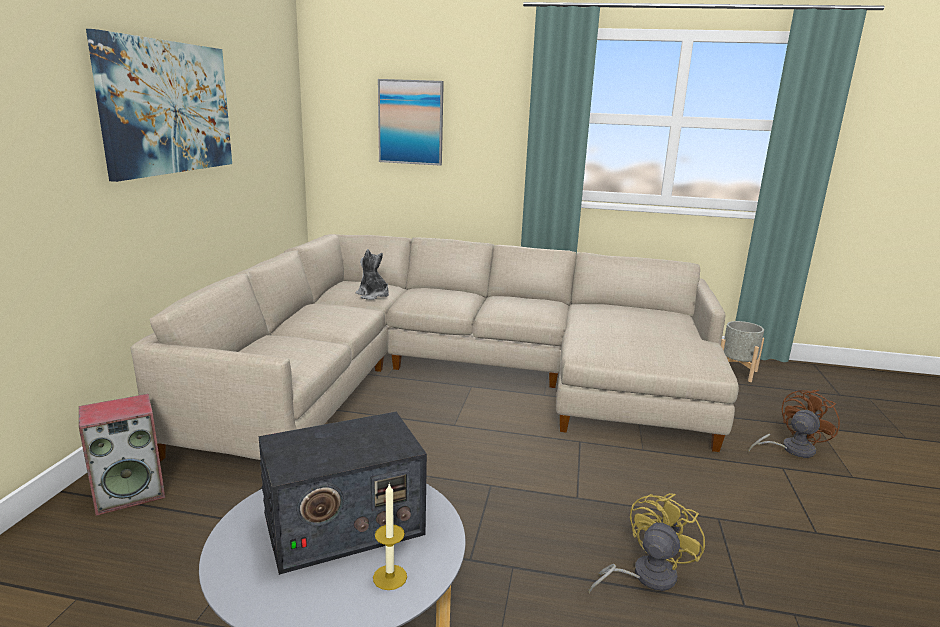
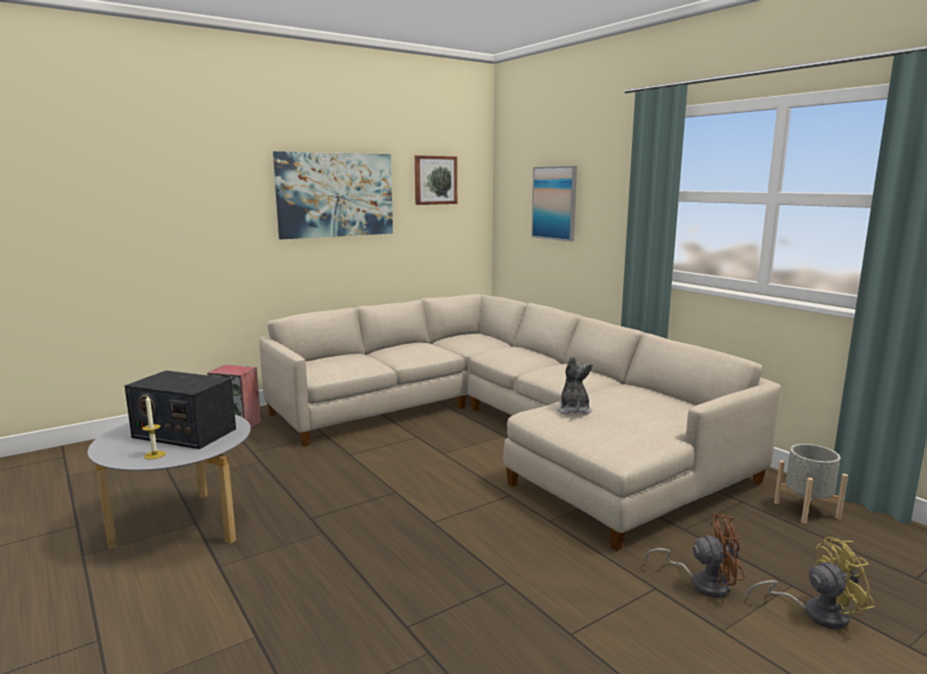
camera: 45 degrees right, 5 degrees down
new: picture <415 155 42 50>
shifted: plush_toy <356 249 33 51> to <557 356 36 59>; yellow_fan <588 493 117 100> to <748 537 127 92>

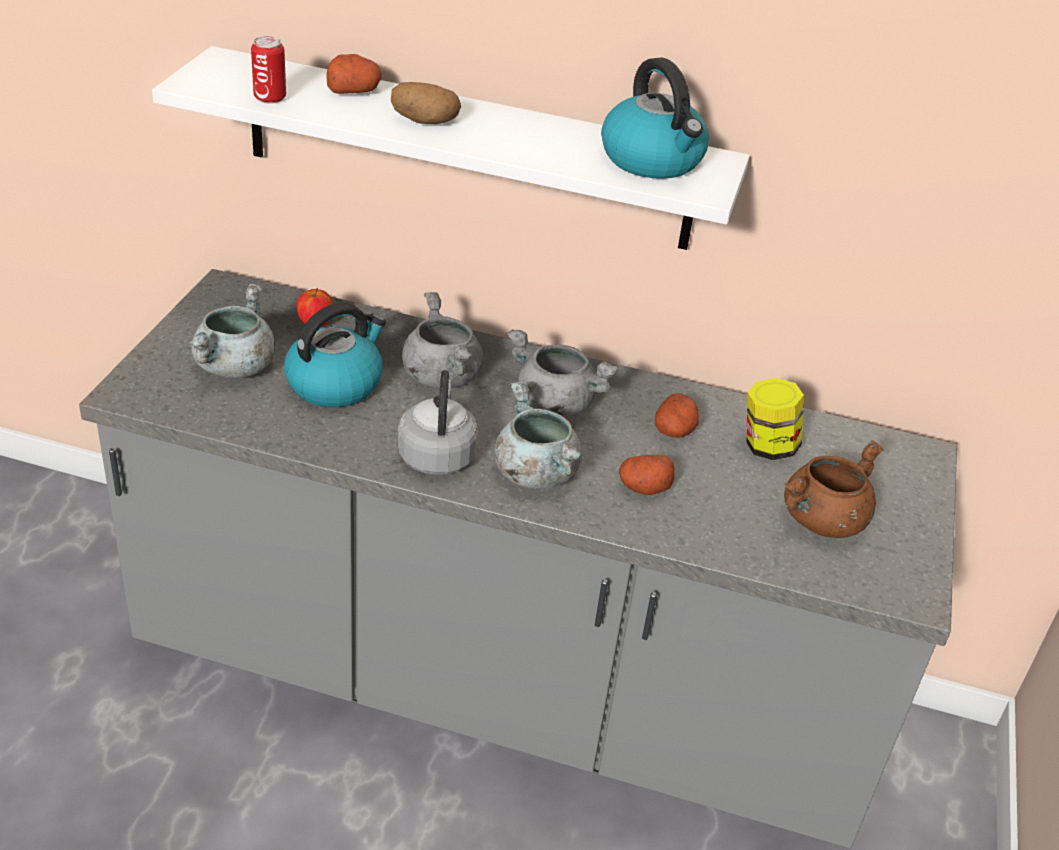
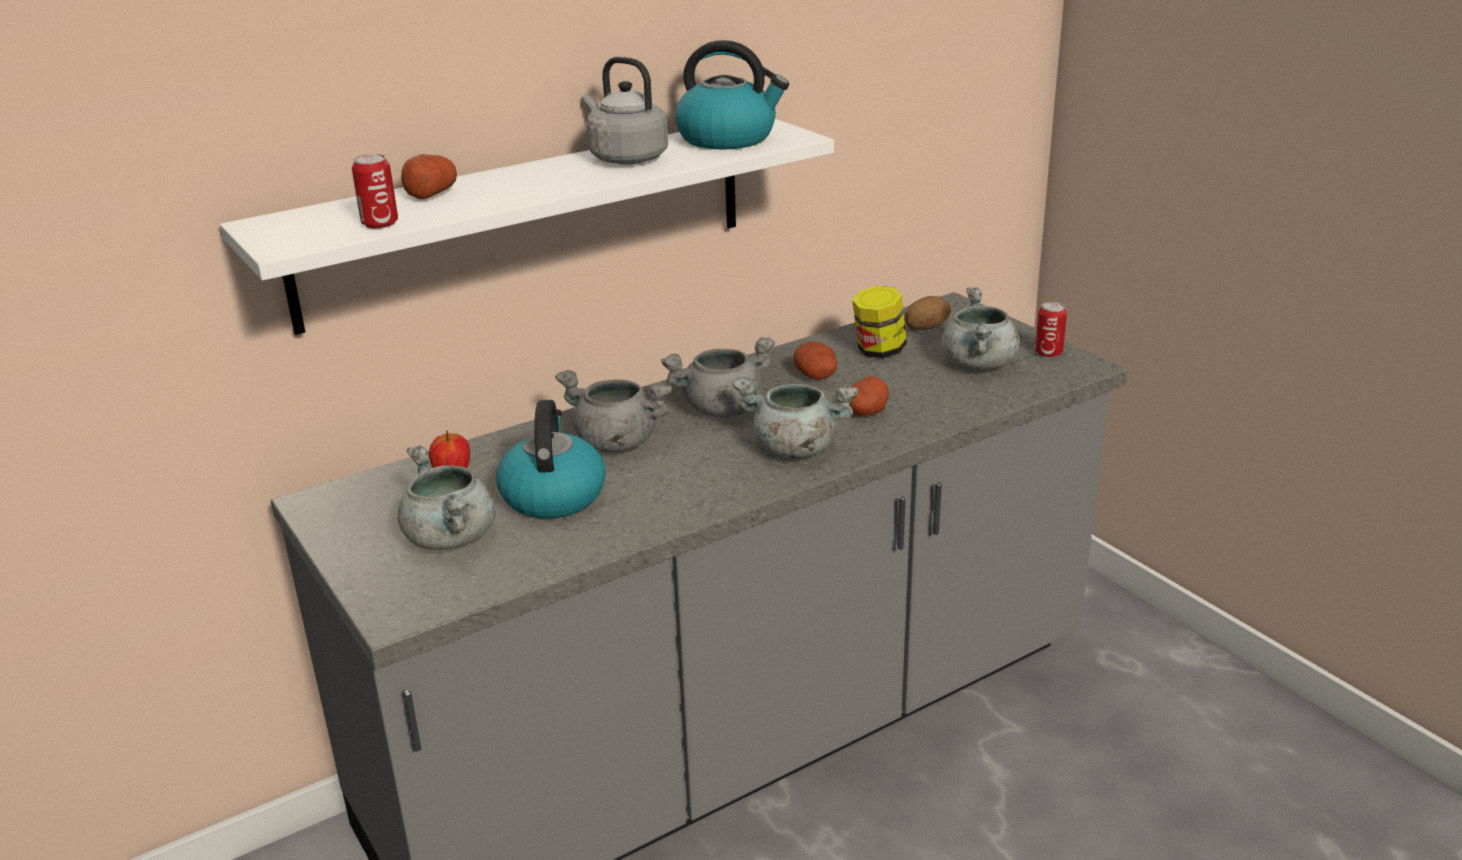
camera: 45 degrees left, 10 degrees down
new: can <1035 302 32 56>
shifted: potato <391 82 70 42> to <905 296 46 34>; grey_kettle <398 370 80 105> to <583 57 85 108>
repainted: brown_cooking_pot <784 440 99 98> to grey_cooking_pot <942 287 78 82>

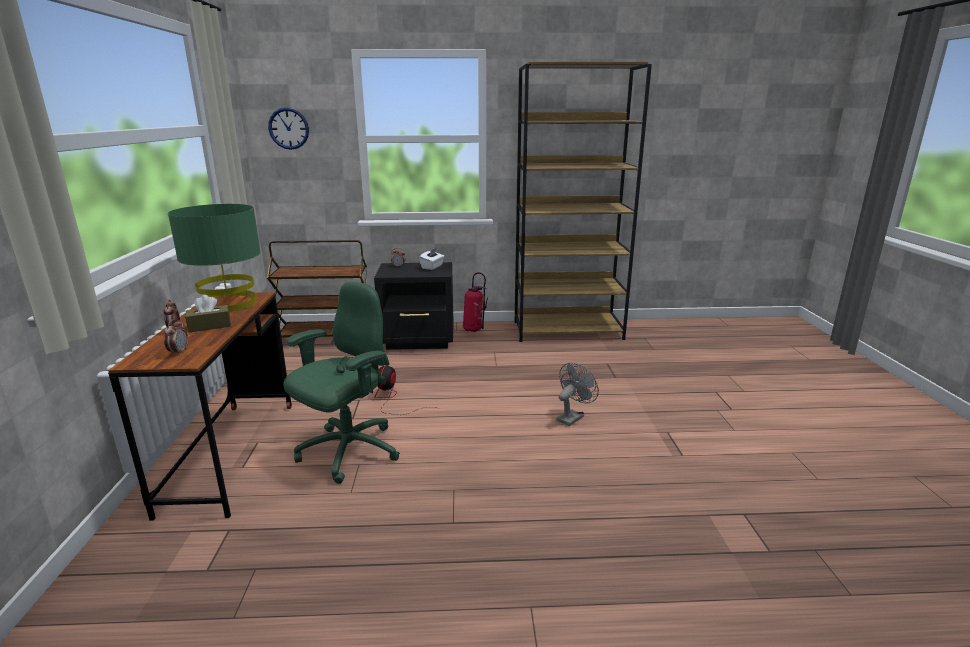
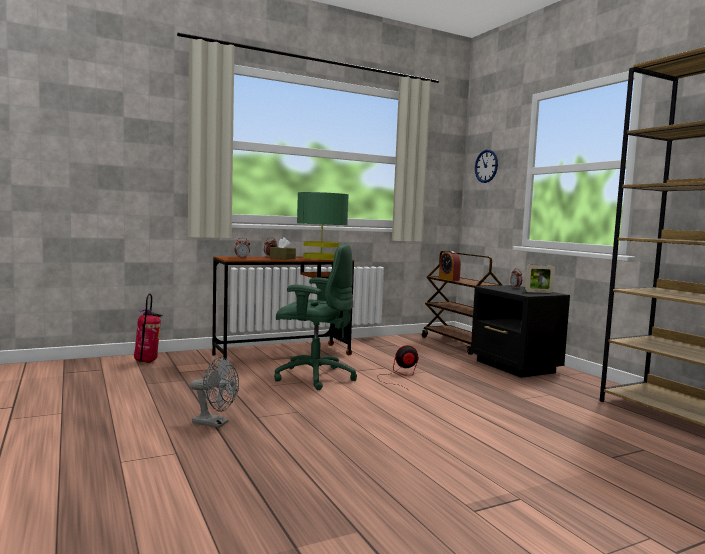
camera: 65 degrees right, 15 degrees down
new: alarm_clock <439 251 22 30>
shifted: fire_extinguisher <463 272 25 60> to <134 293 29 70>; grey_fan <557 363 42 63> to <190 357 49 71>
swapped: white_tissue_box <419 248 25 22> to picture_frame <525 265 30 28>

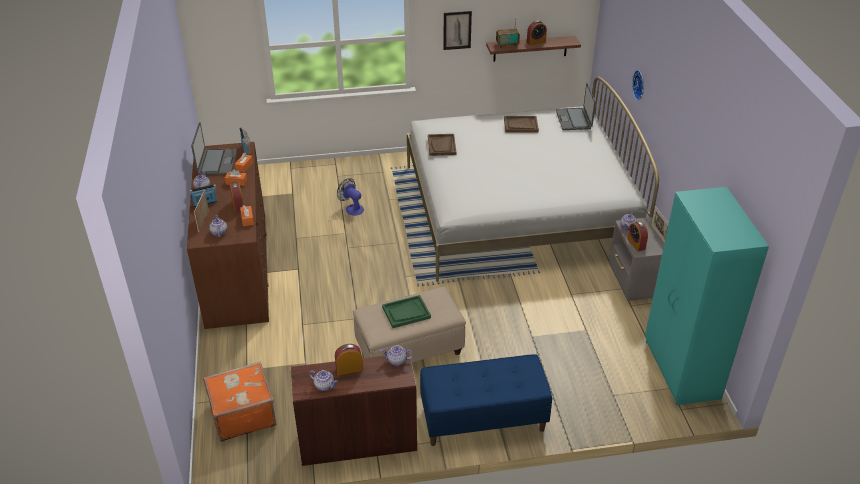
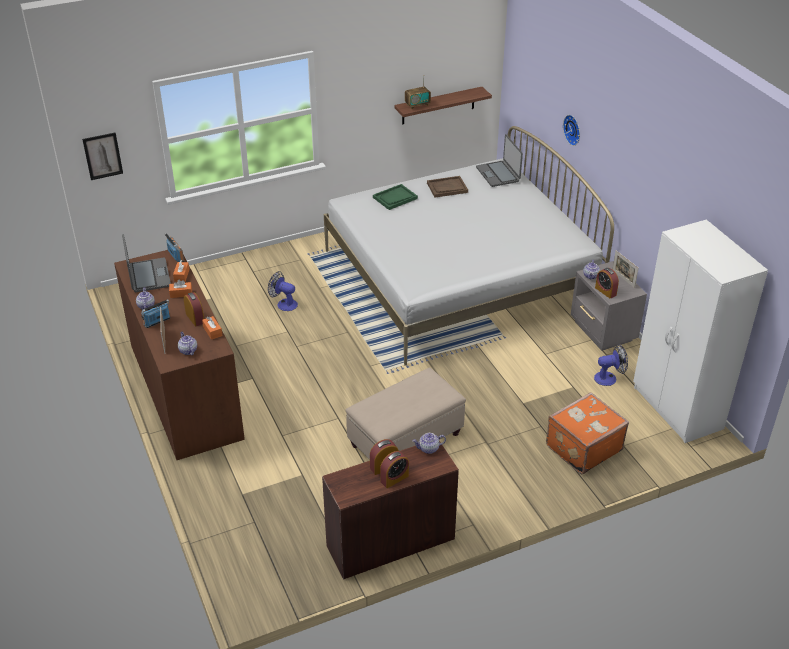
camera: 15 degrees left, 0 degrees up
gone: teapot <309 370 29 21>; blue_bench <420 354 132 92>; brown_tray <428 134 28 22>
new: fan <594 345 34 41>
shifted: orange_suitcase <203 361 74 81> to <546 392 83 82>; green_tray <382 295 49 33> to <373 184 45 26>; picture <443 11 29 39> to <82 133 41 47>; alarm_clock <527 20 20 25> to <380 451 29 37>
repainted: turquoise_wardrobe <645 187 124 218> to white_wardrobe <633 219 135 224>

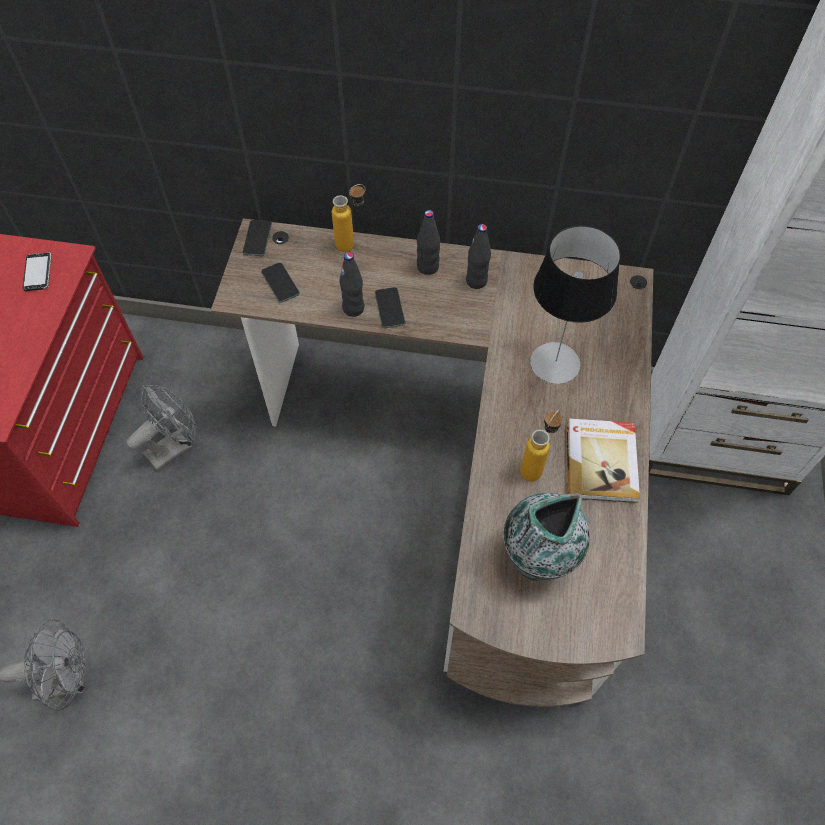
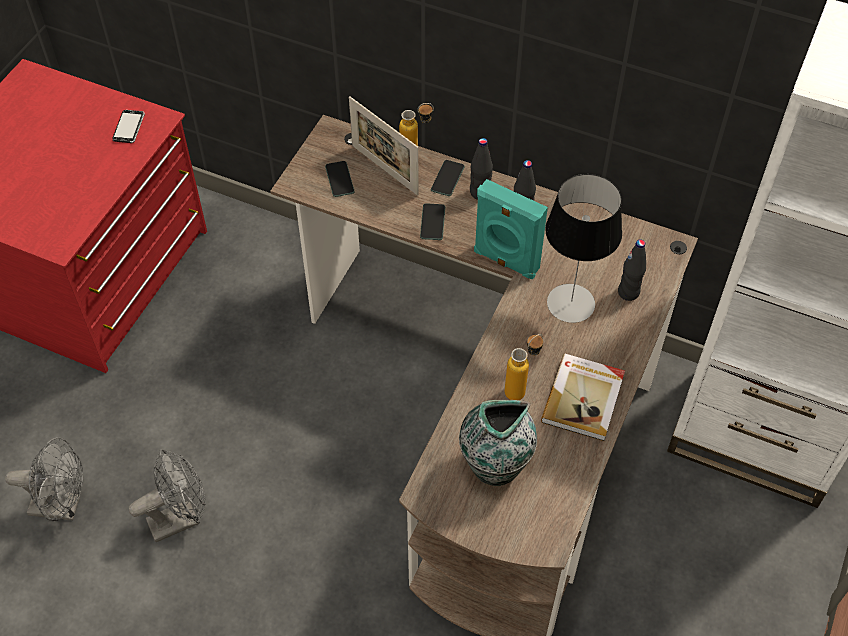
camera: 15 degrees right, 5 degrees down
new: picture_frame <349 97 70 98>; turquoise_speaker <474 179 74 101>
shifted: grey_fan <126 384 70 87> to <129 449 77 93>; phone <242 220 30 36> to <431 160 34 36>; black_bottle <339 252 25 65> to <618 239 28 62>

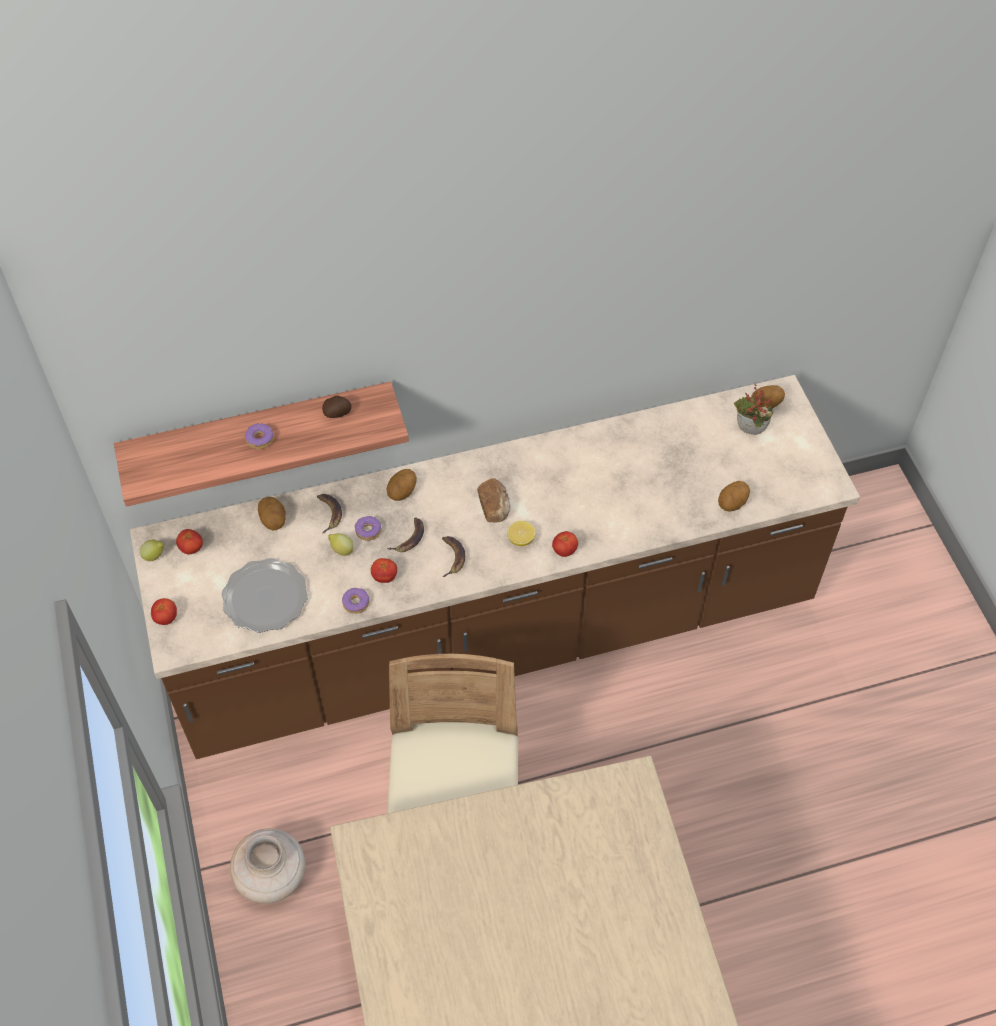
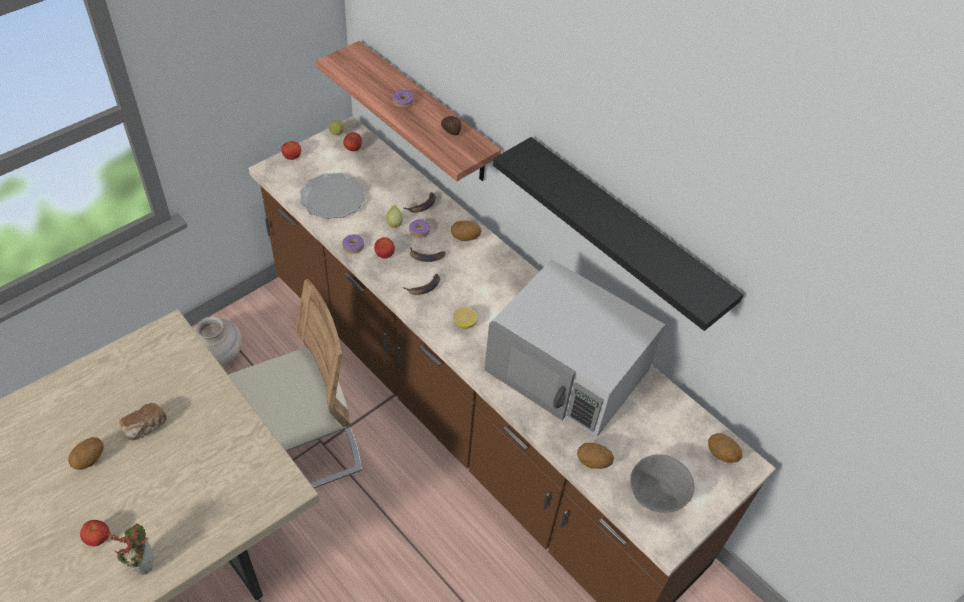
camera: 60 degrees right, 5 degrees down
new: white_microwave <484 259 181 179>; black_shelf <493 137 251 194>; grey_bowl <630 455 64 58>
shifted: potato <258 497 28 34> to <68 437 36 33>; bread <477 478 33 45> to <119 403 48 37>; tomato <552 531 26 26> to <80 520 30 26>; potted_plant <734 383 40 52> to <108 523 45 52>

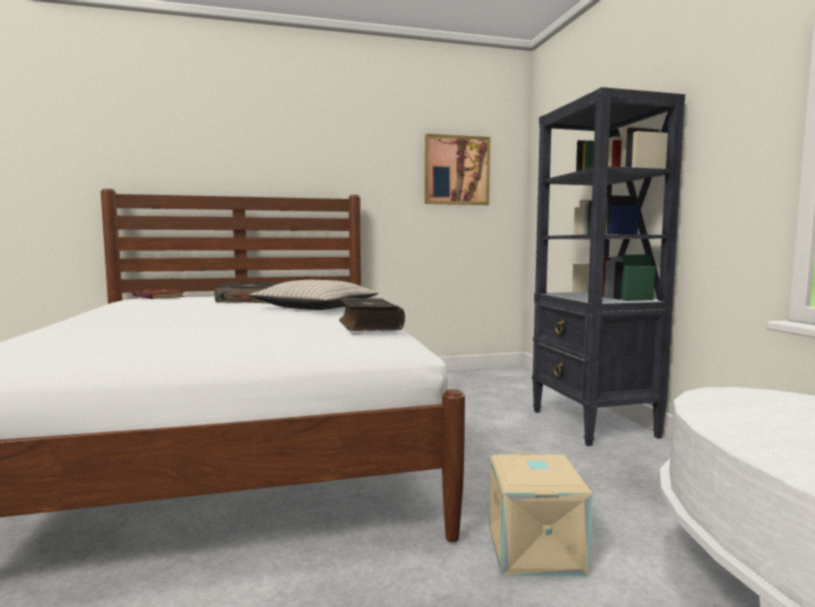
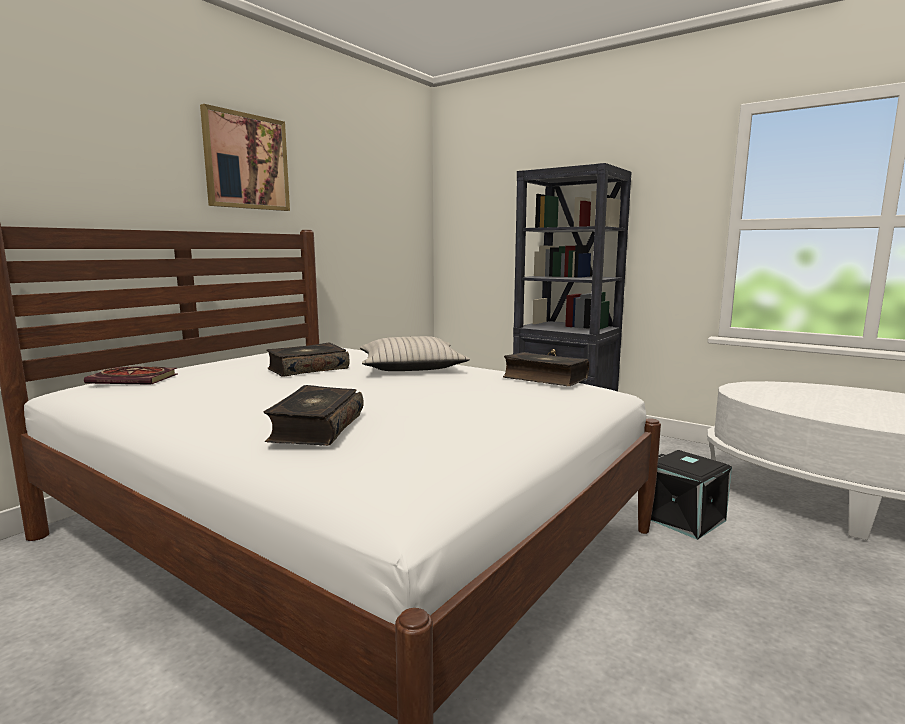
camera: 40 degrees left, 5 degrees up
new: book <264 385 99 61>
shifted: picture <425 134 65 71> to <200 104 90 107>
repainted: beige_storage_box <489 453 104 123> to black_storage_box <651 450 81 90>

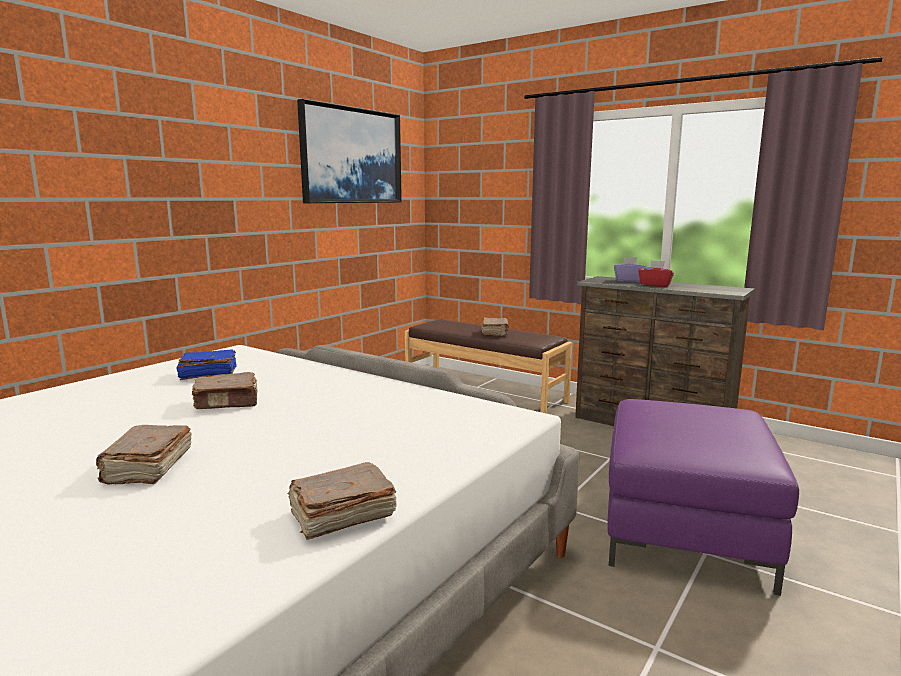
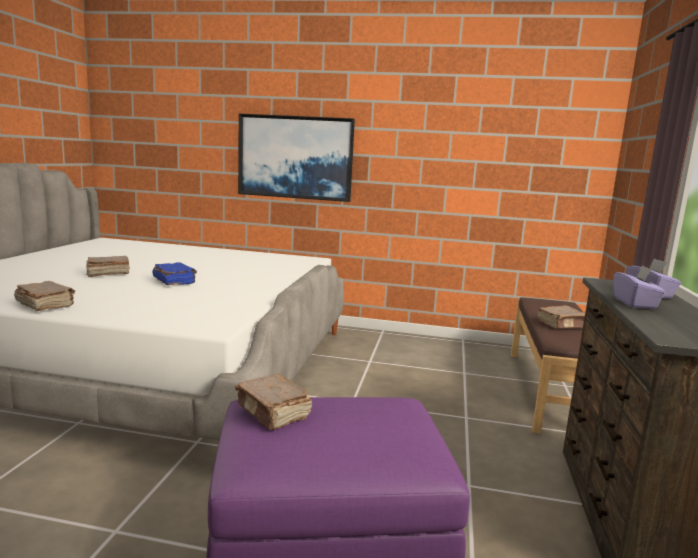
camera: 65 degrees right, 0 degrees up
shifted: blue_book <176 350 60 30> to <152 262 45 23>; brown_book <192 372 66 37> to <235 374 77 56>; picture <297 99 105 104> to <238 114 117 88>
repainted: red_tissue_box <638 260 36 27> to purple_tissue_box <613 266 53 43>

